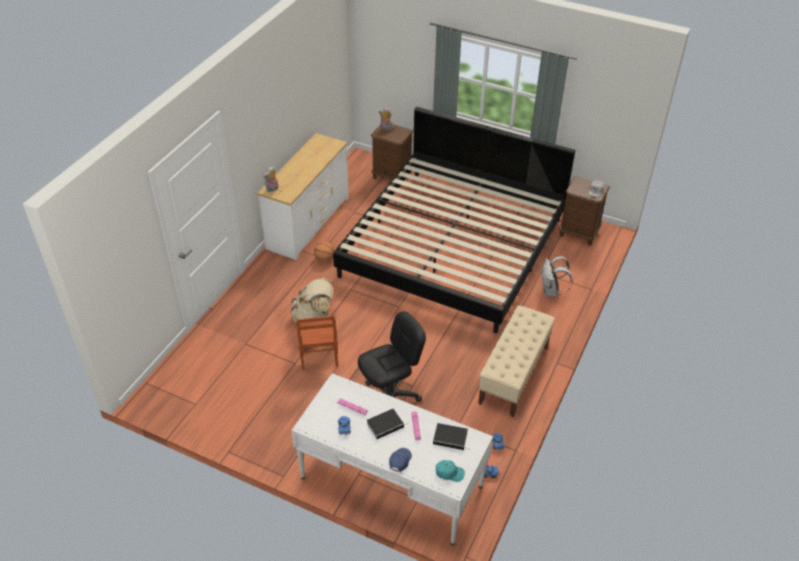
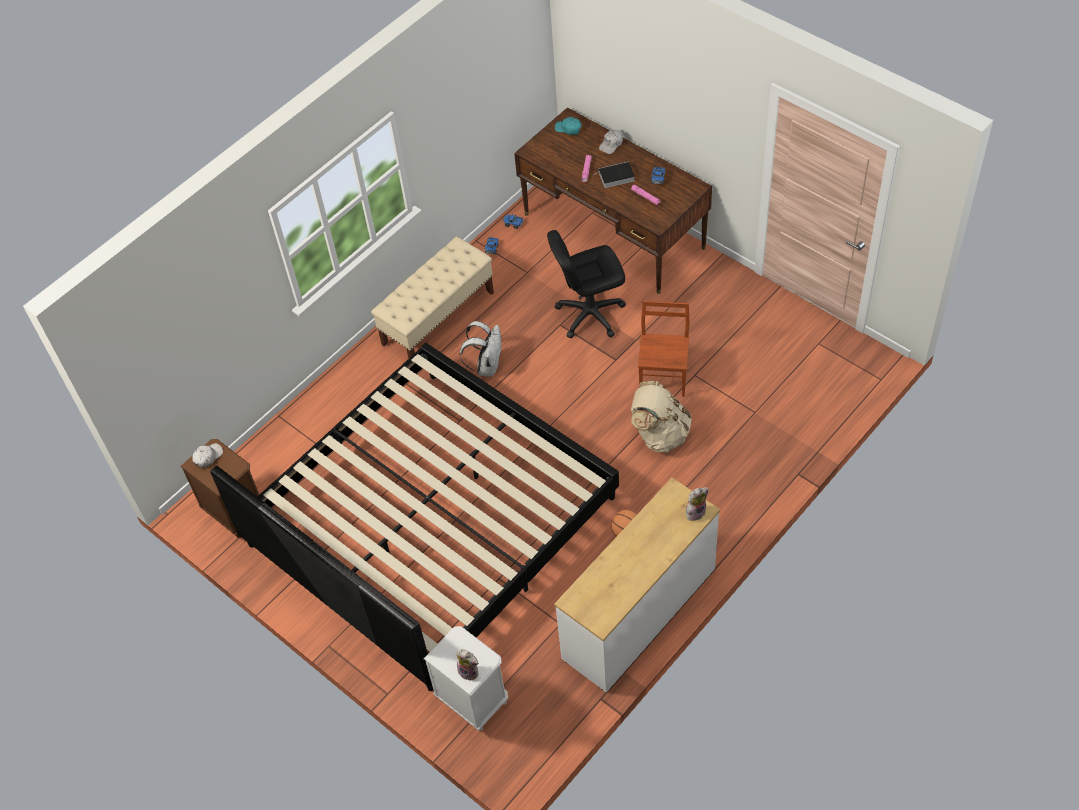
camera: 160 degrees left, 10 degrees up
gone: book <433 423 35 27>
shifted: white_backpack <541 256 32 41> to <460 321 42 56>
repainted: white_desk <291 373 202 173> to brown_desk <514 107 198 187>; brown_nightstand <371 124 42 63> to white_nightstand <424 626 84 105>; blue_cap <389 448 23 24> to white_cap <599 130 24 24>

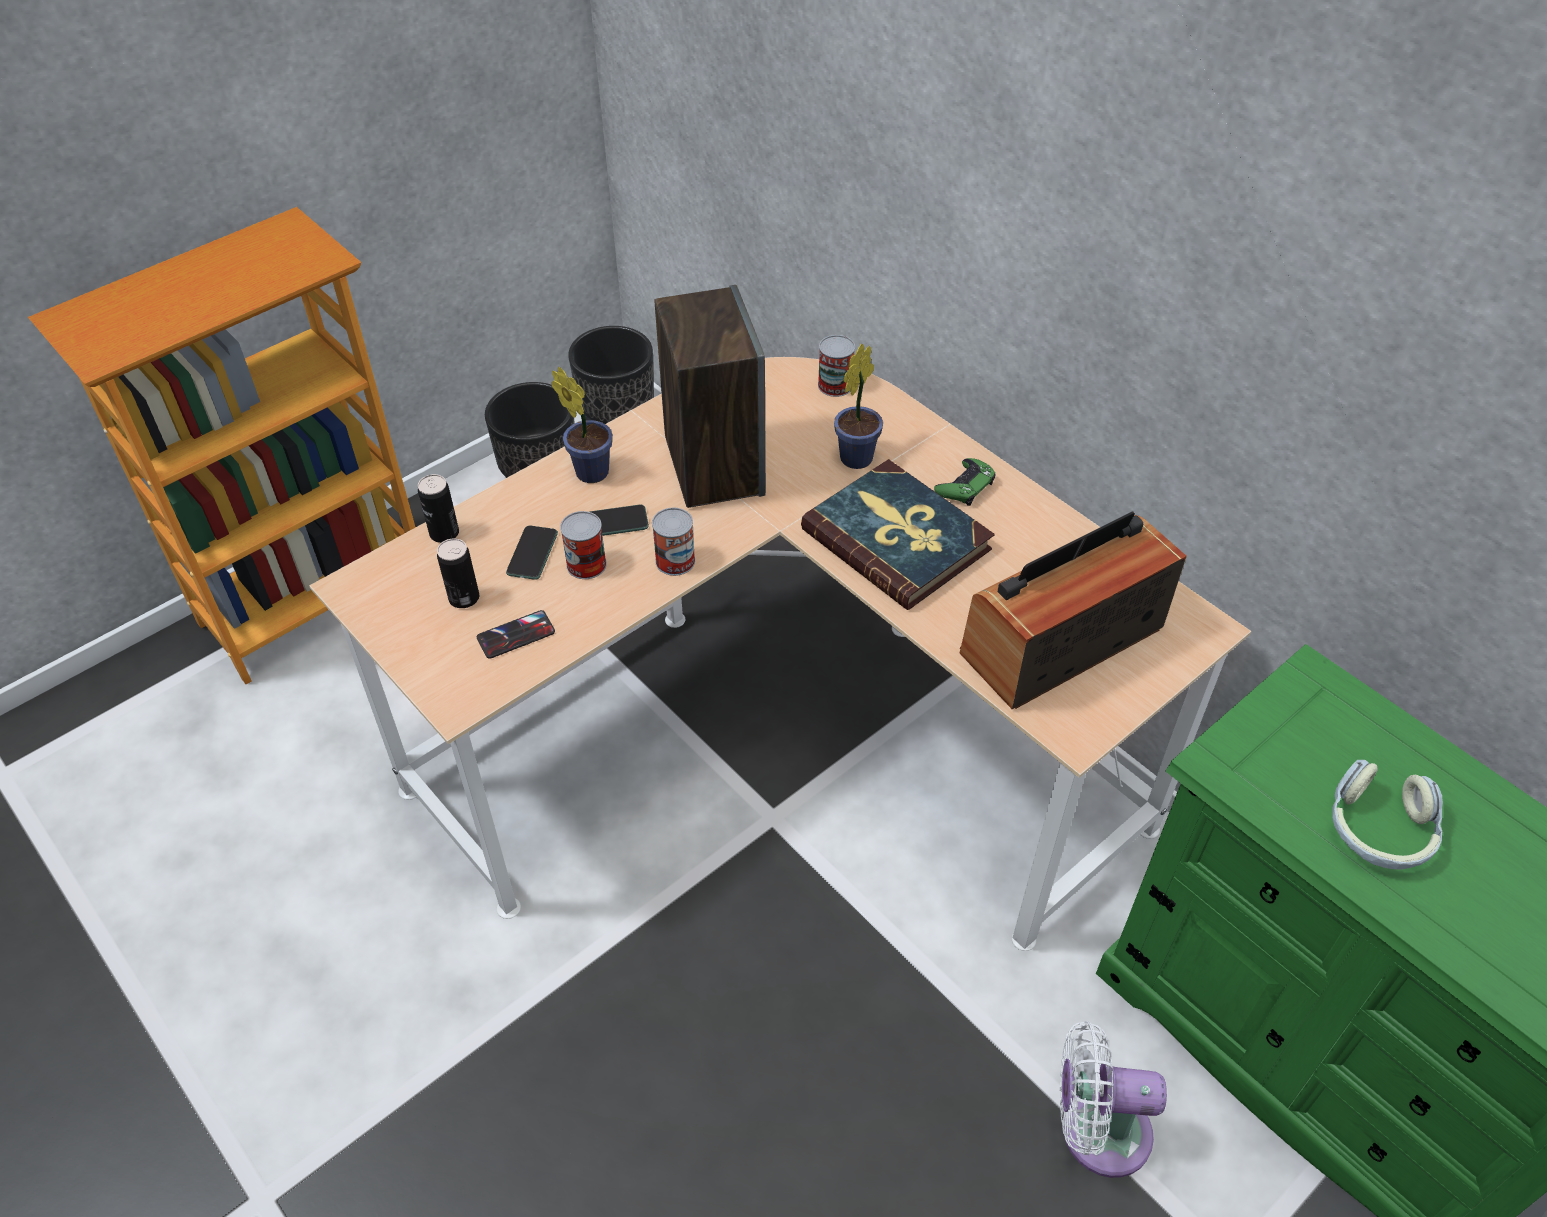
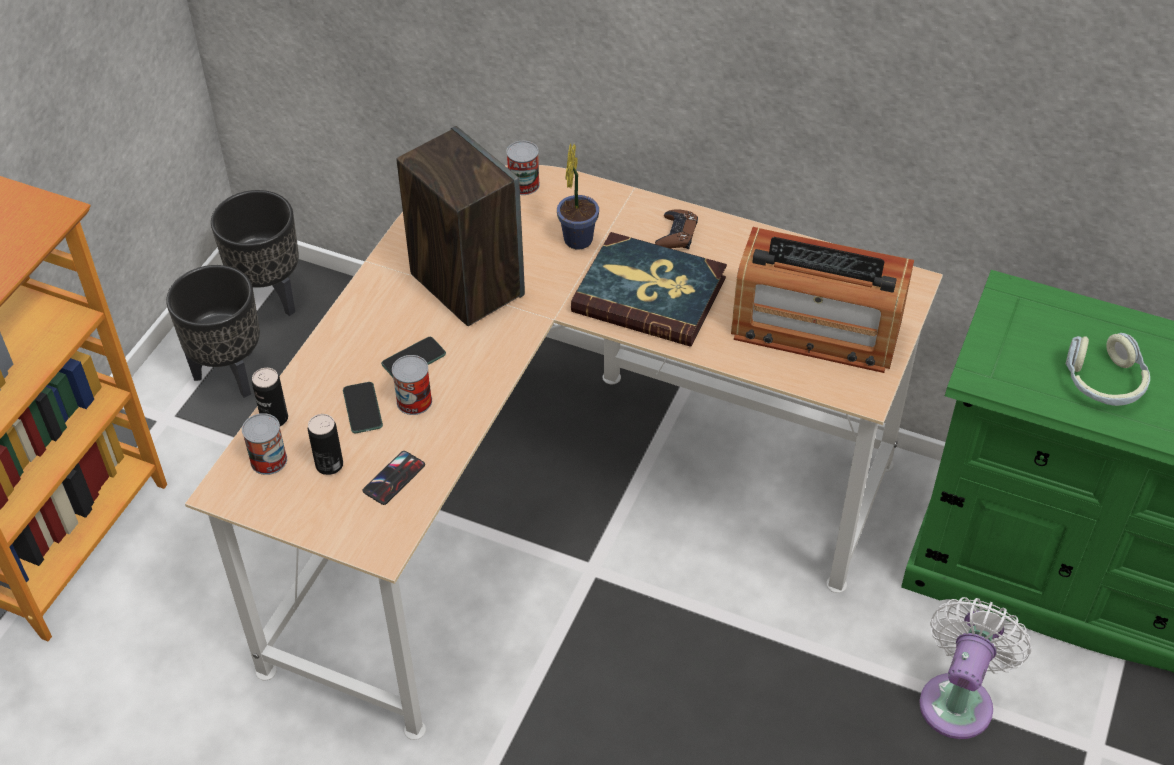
camera: 25 degrees left, 0 degrees up
gone: potted_plant <551 367 62 116>
shifted: can <652 508 43 68> to <242 413 45 62>
repainted: green_game_controller <934 458 62 48> to brown_game_controller <655 209 43 40>
rotated: radio <960 511 227 198> = <731 227 183 146> 105 degrees counterclockwise; white_fan <1060 1021 107 157> = <919 597 113 142> 135 degrees clockwise

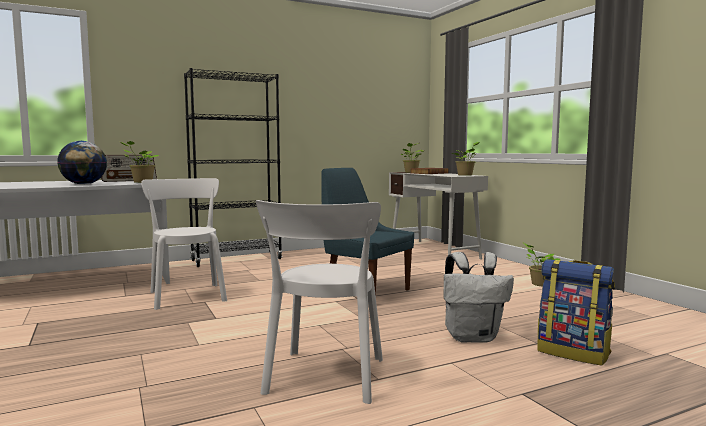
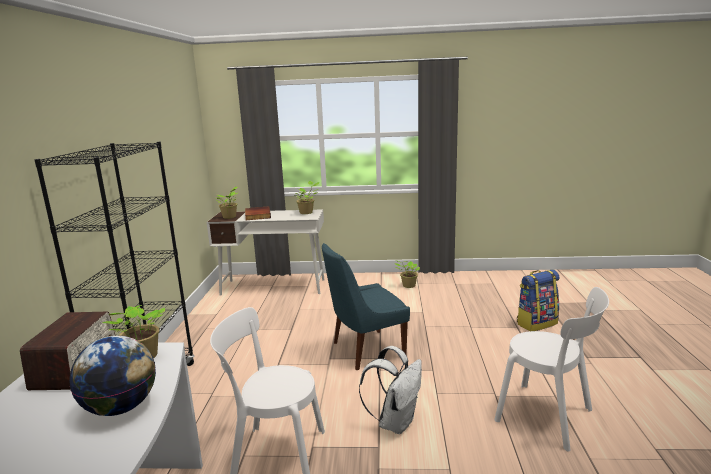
camera: 60 degrees left, 10 degrees up
shifted: white_backpack <444 252 70 91> to <359 346 63 88>

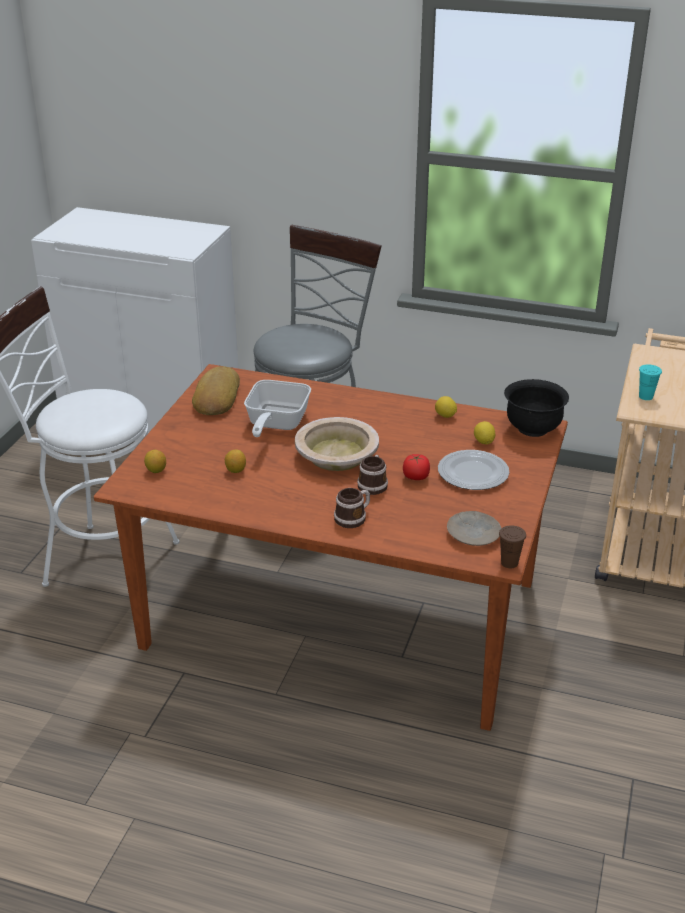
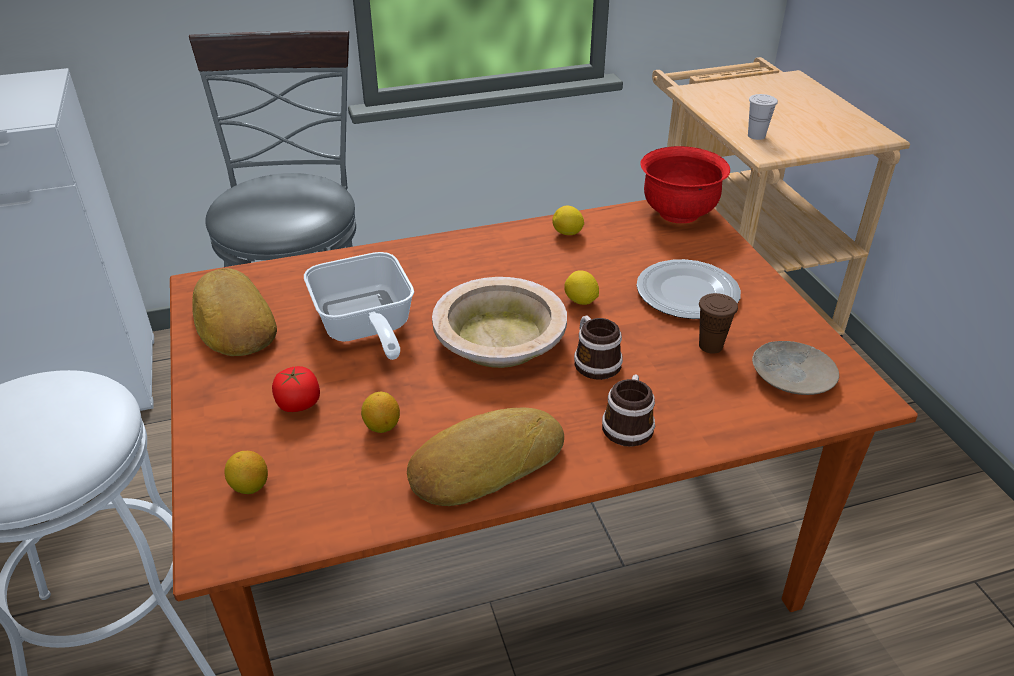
camera: 35 degrees left, 5 degrees up
new: bread <407 407 157 99>
shifted: tomato <403 454 27 26> to <272 366 48 46>; lemon <474 421 21 24> to <564 270 35 35>; brown_cup <499 525 27 43> to <699 293 39 61>
repainted: black_bowl <504 379 65 58> to red_bowl <640 146 90 77>; turquoise_cup <639 364 23 36> to white_cup <748 94 30 46>

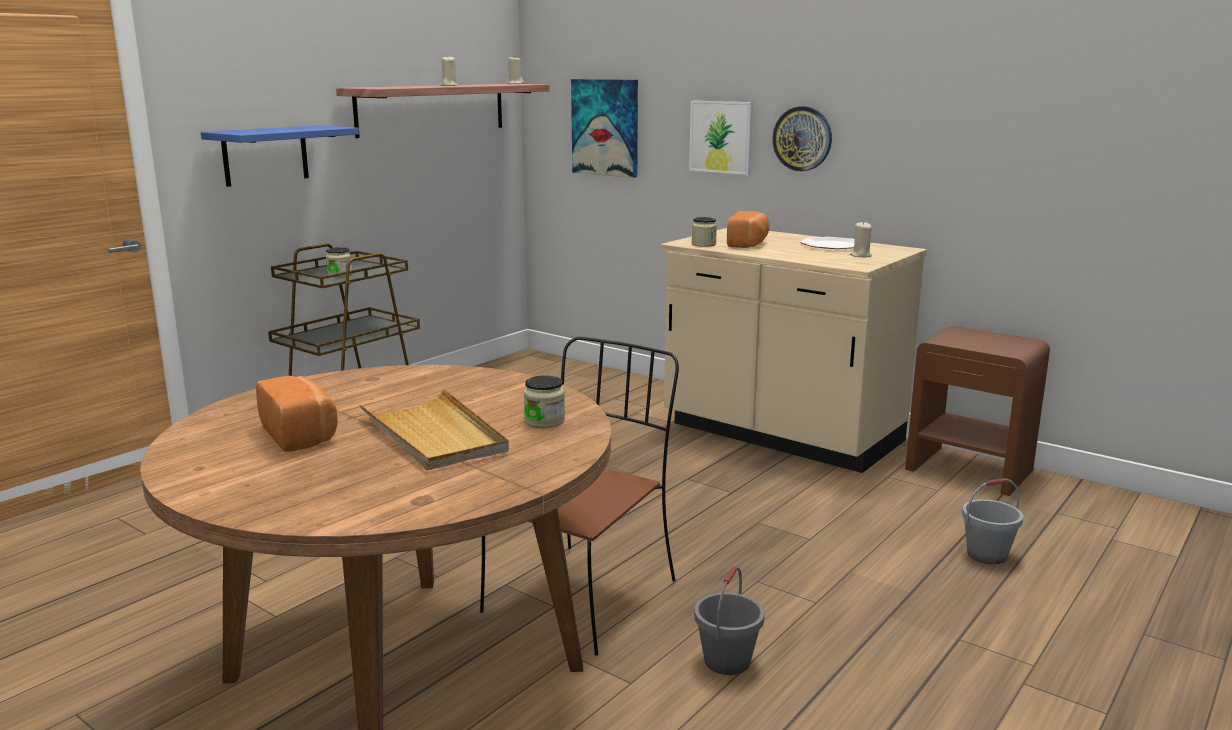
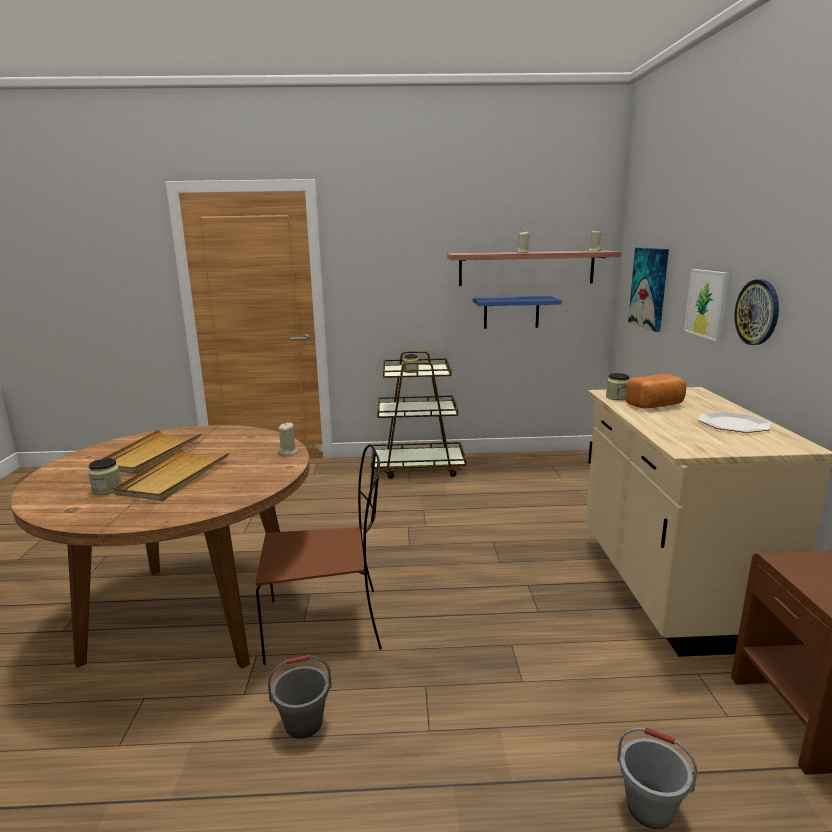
camera: 50 degrees right, 0 degrees up
shifted: blue_shelf <201 125 158 62> to <473 296 89 33>; jar <524 375 41 53> to <88 458 34 37>; beige_candle <850 221 22 37> to <278 423 19 32>
swapped: bread <256 376 82 76> to beige_tray <102 430 99 44>

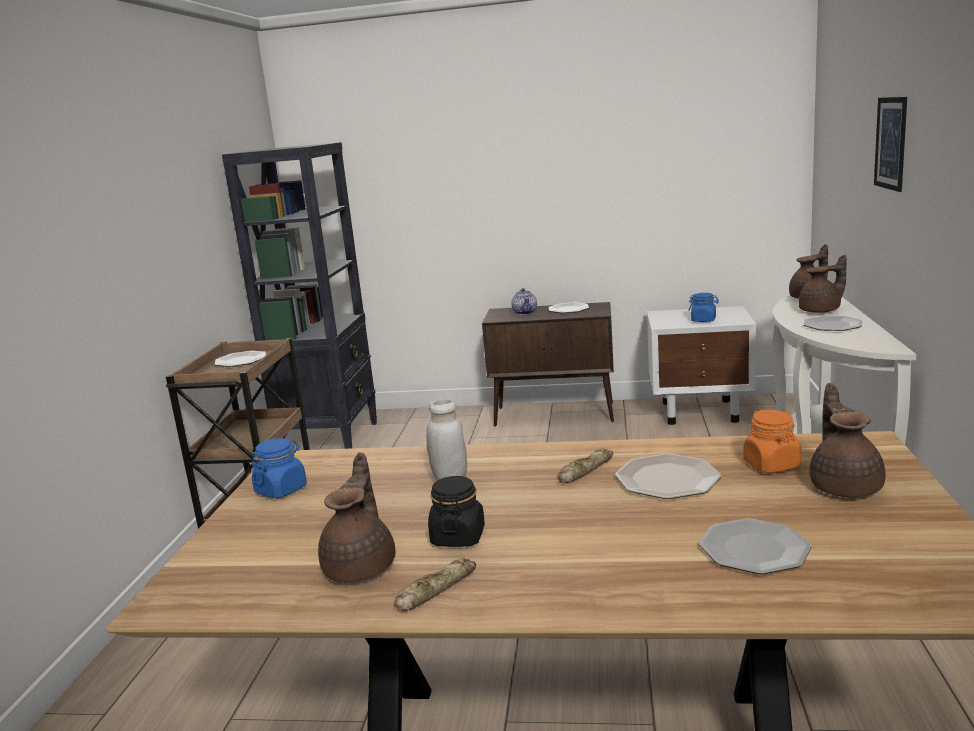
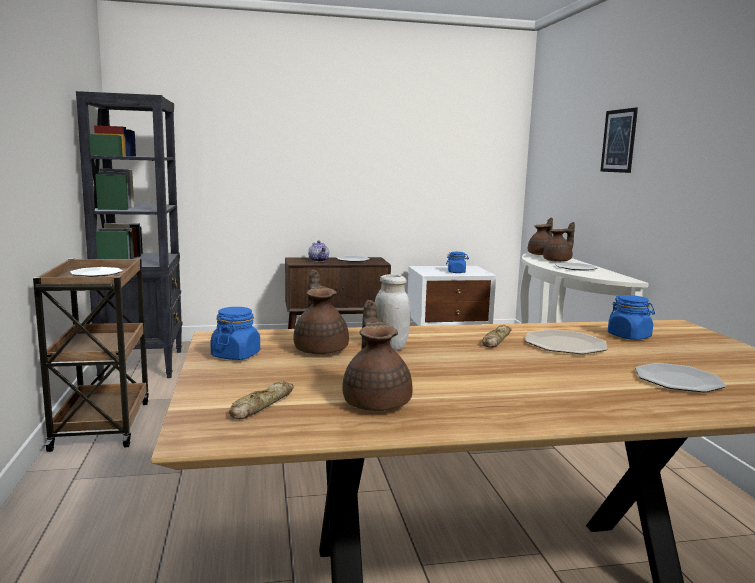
camera: 20 degrees left, 5 degrees down
gone: black_jar <428 476 57 71>
shifted: bread <394 558 82 53> to <229 381 65 38>; brown_teapot <810 383 76 114> to <293 270 56 84>
repainted: orange_jar <743 410 58 63> to blue_jar <608 295 47 45>

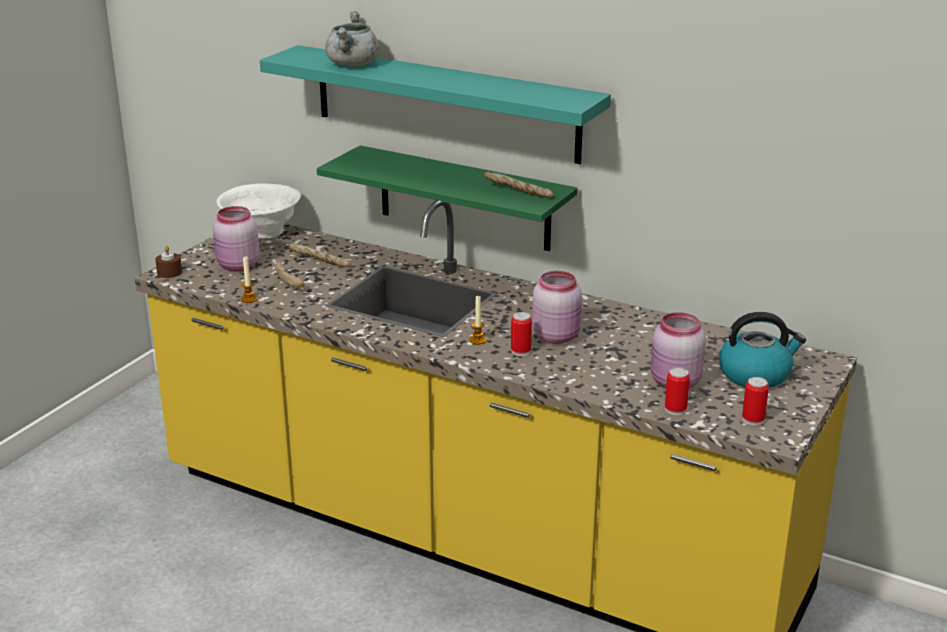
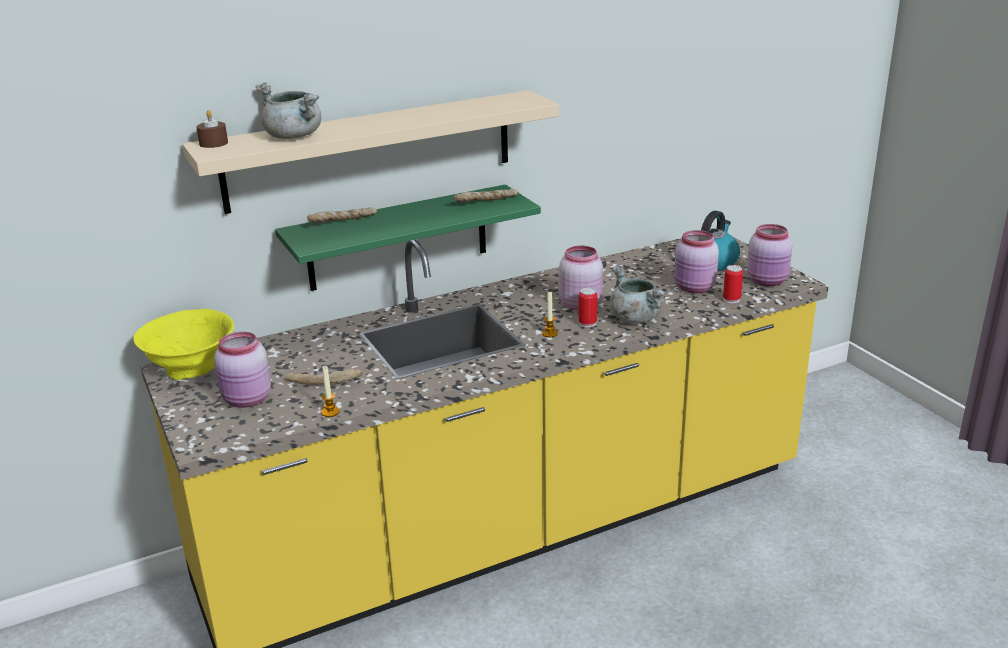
camera: 55 degrees left, 0 degrees up
new: grey_cooking_pot <610 266 56 57>
shifted: brown_candle <155 246 27 32> to <196 110 32 38>; bread <289 244 61 23> to <307 207 70 15>
swapped: can <742 377 27 48> to pink_jar <747 224 45 63>
repainted: white_bowl <217 183 84 56> to yellow_bowl <133 309 101 71>; turquoise_shelf <260 45 351 119> to beige_shelf <182 90 377 124>

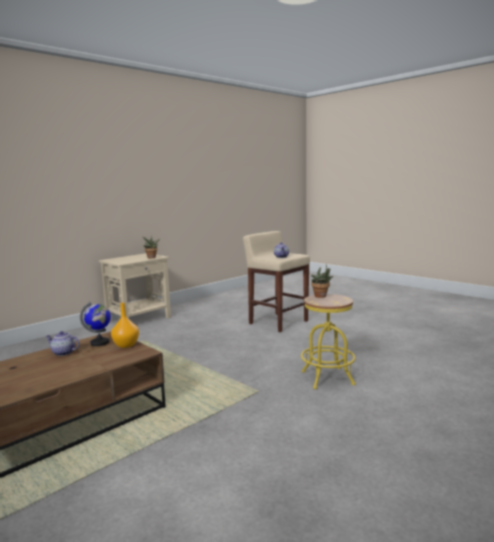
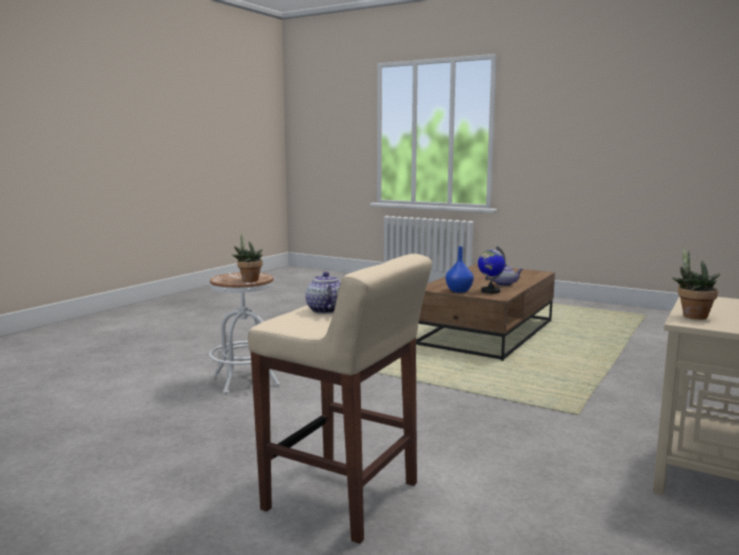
camera: 165 degrees right, 0 degrees up
repainted: orange_vase <111 303 28 45> to blue_vase <446 246 28 47>; yellow_stool <301 294 55 95> to white_stool <209 272 71 122>

